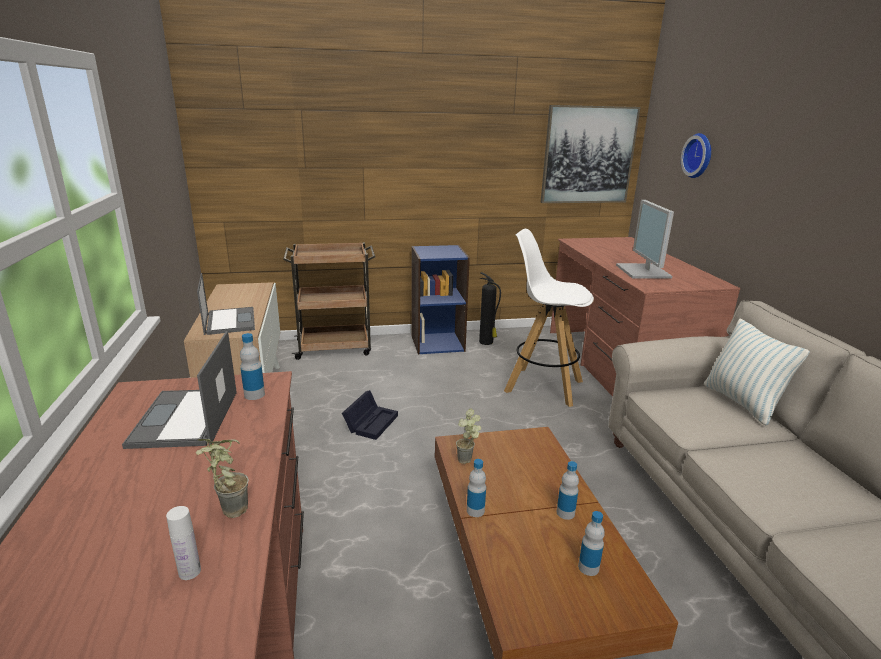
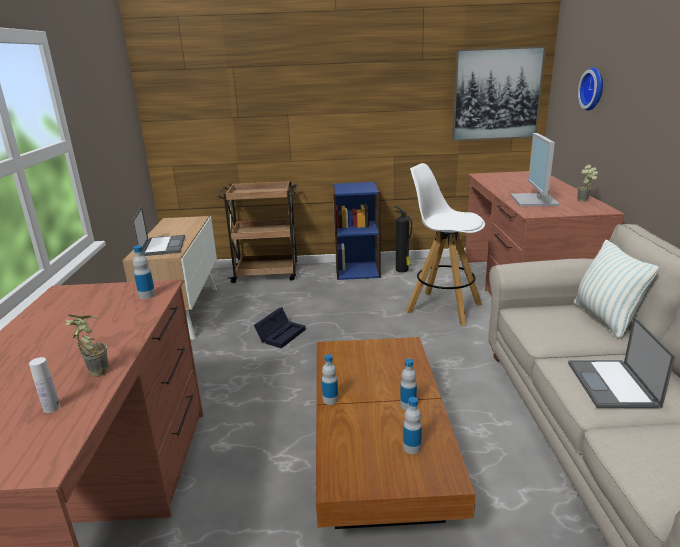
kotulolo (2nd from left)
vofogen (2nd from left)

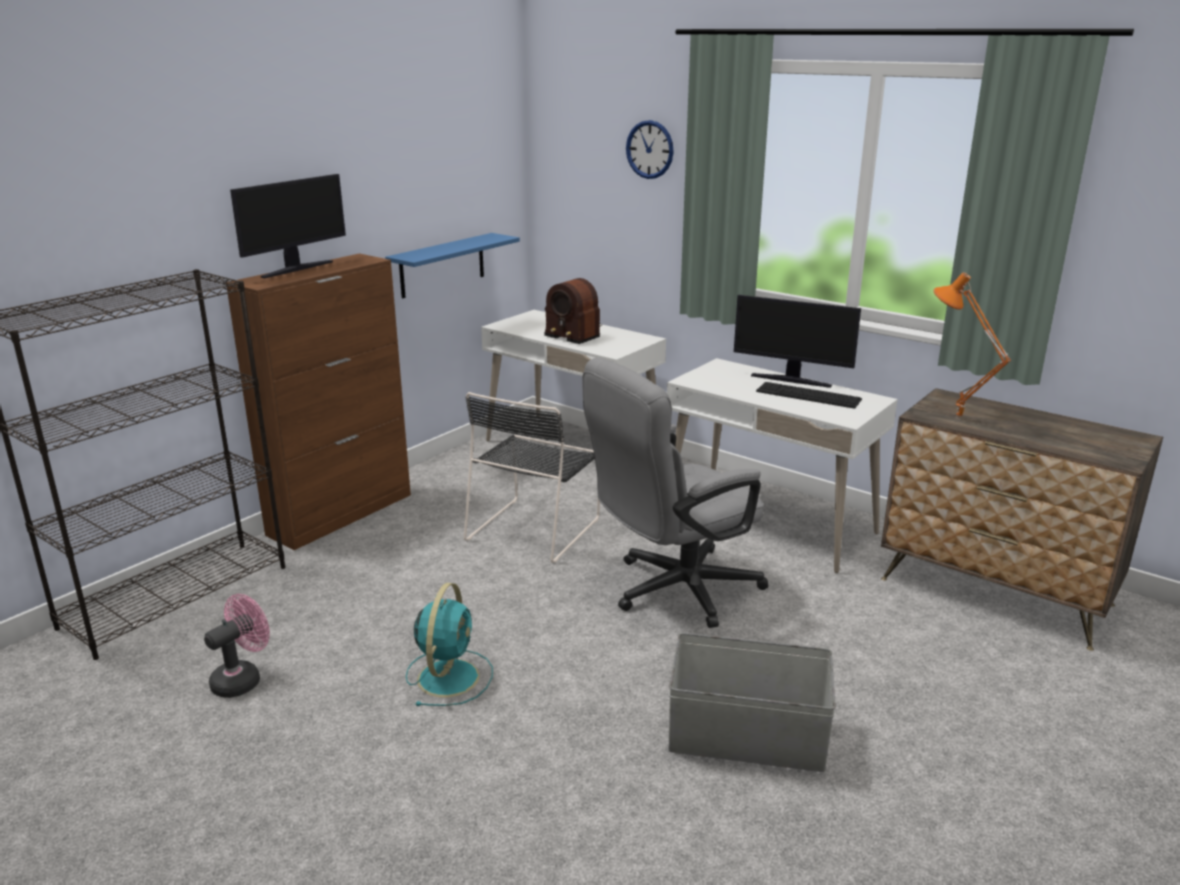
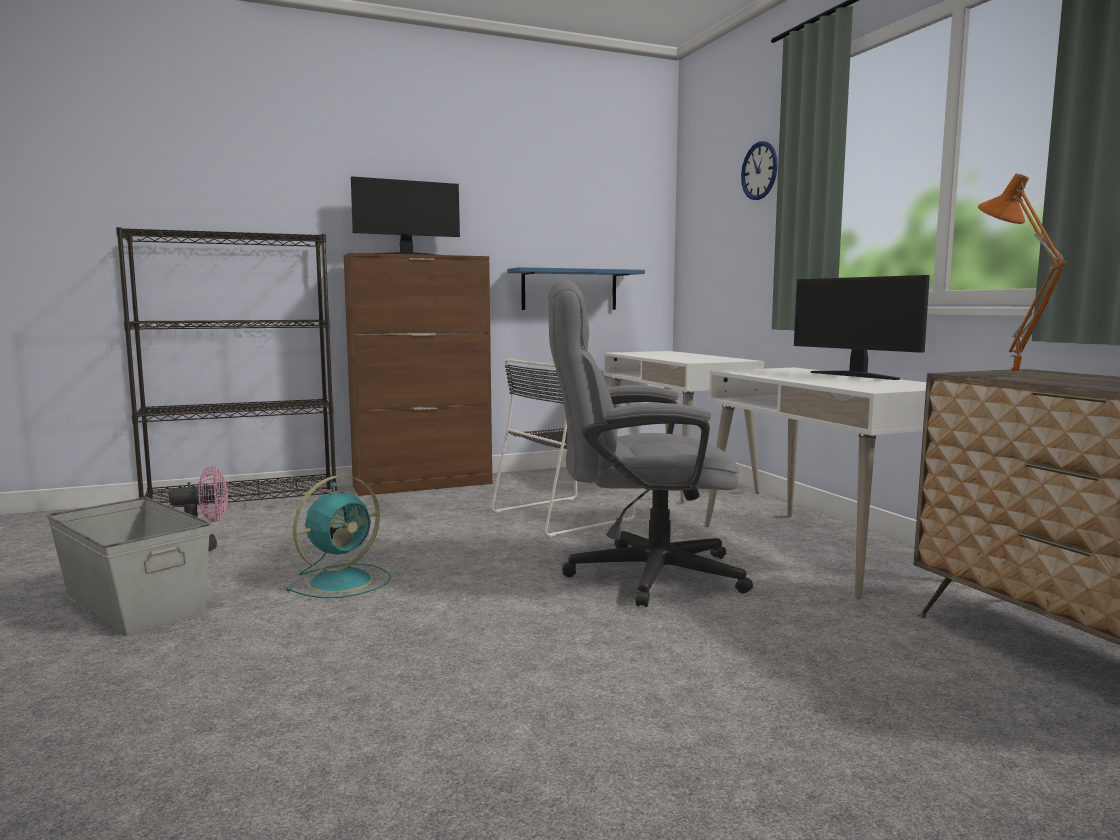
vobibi
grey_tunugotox
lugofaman

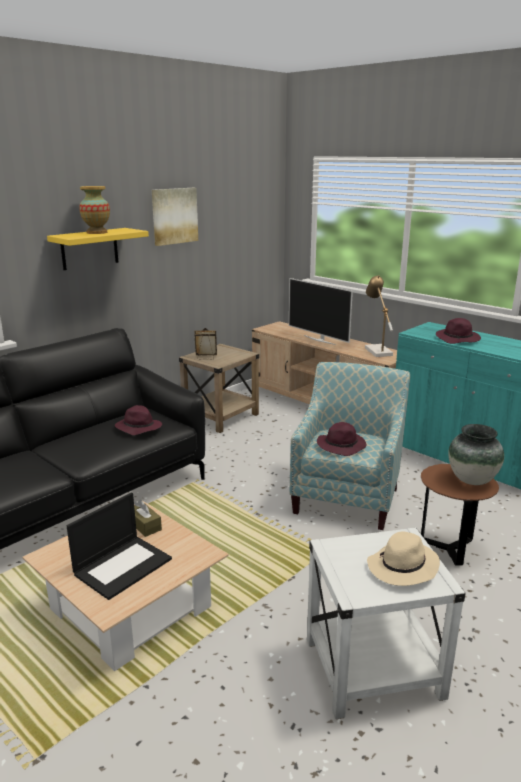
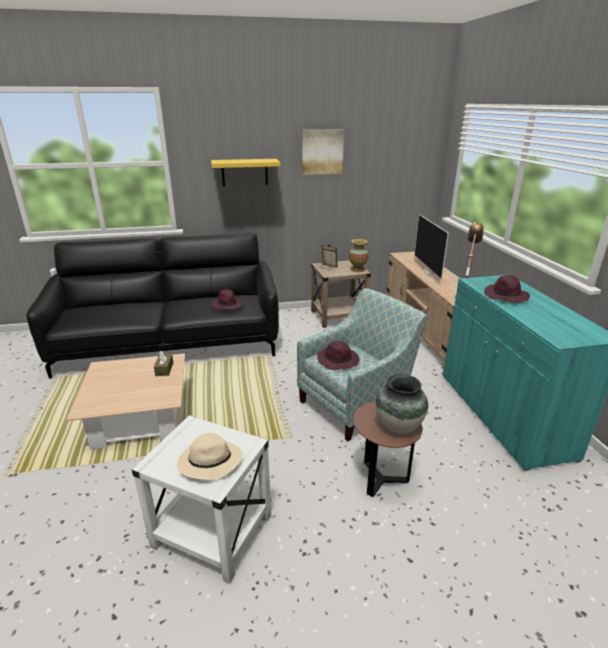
kotulolo
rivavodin (1st from left)

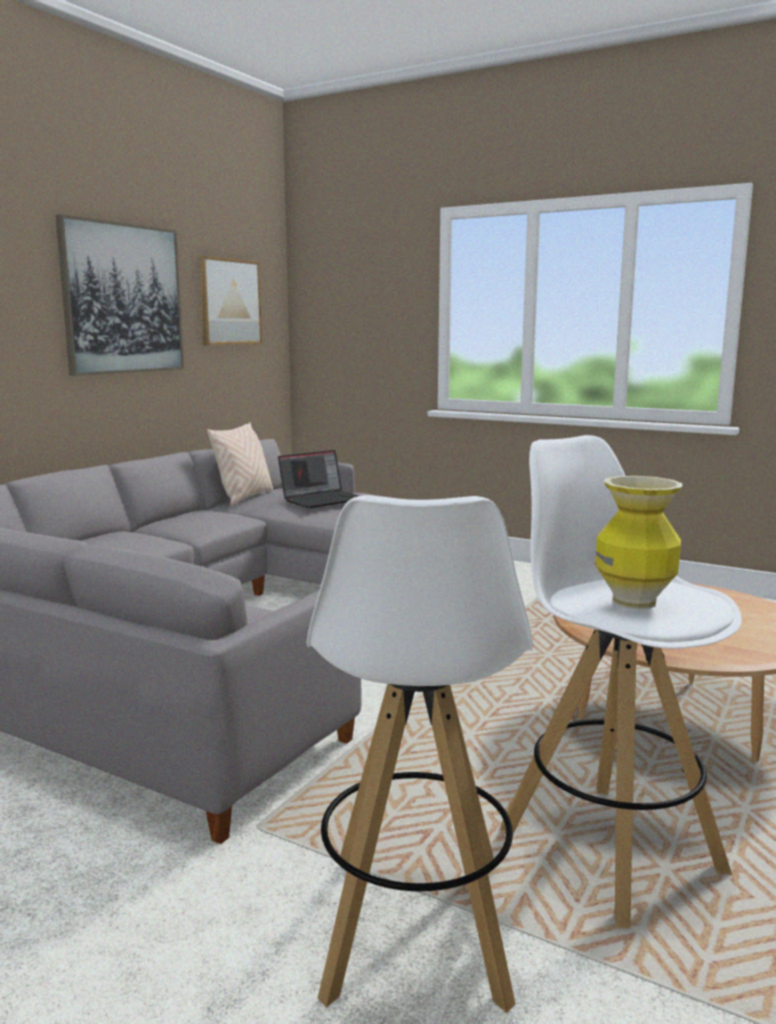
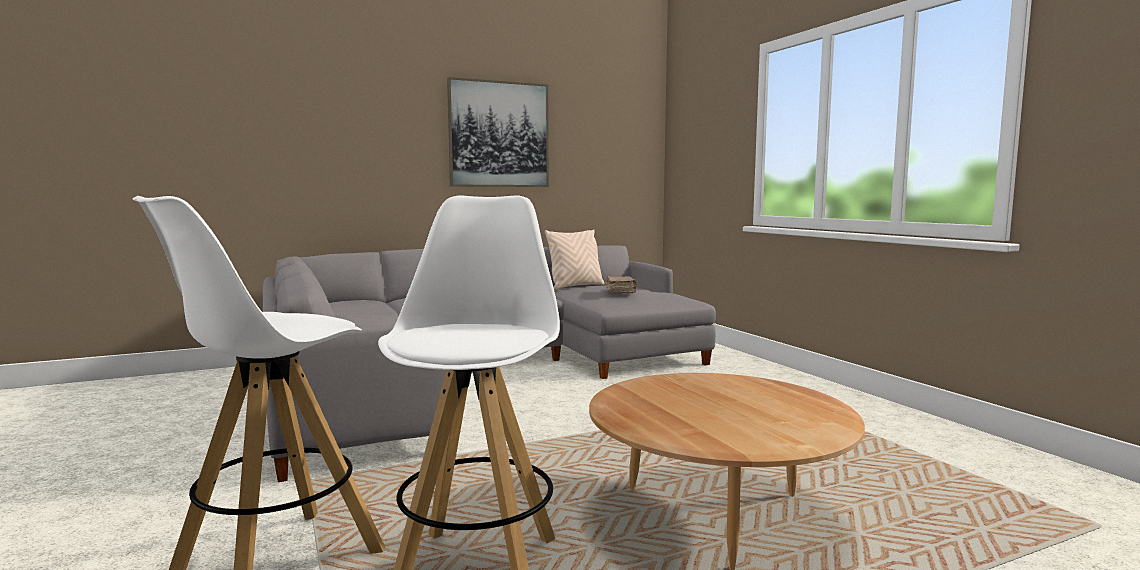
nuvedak (2nd from left in the first image)
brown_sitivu
rivavodin

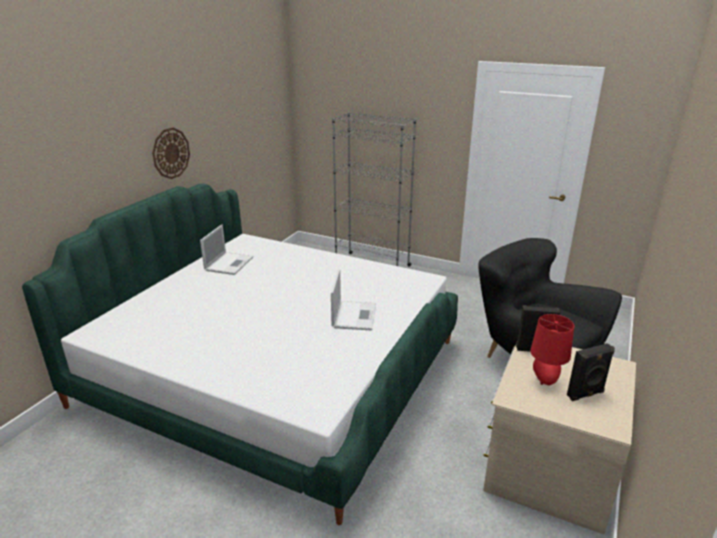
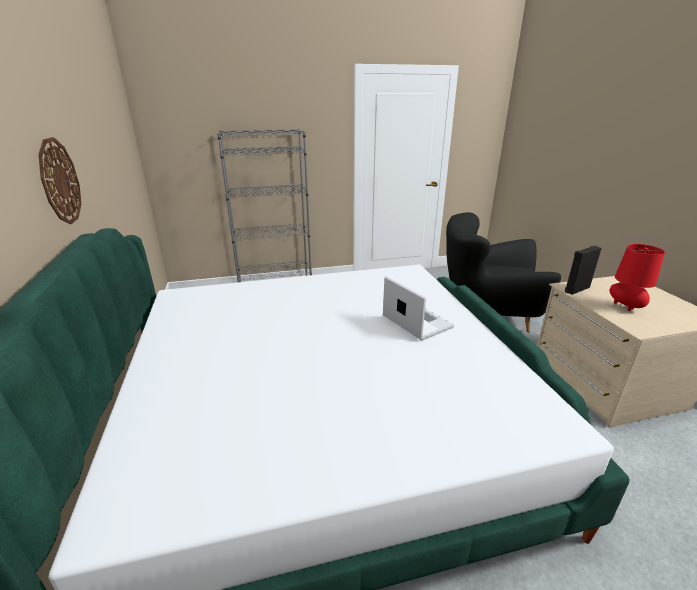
kotulolo (1st from left in the first image)
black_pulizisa (2nd from left in the first image)

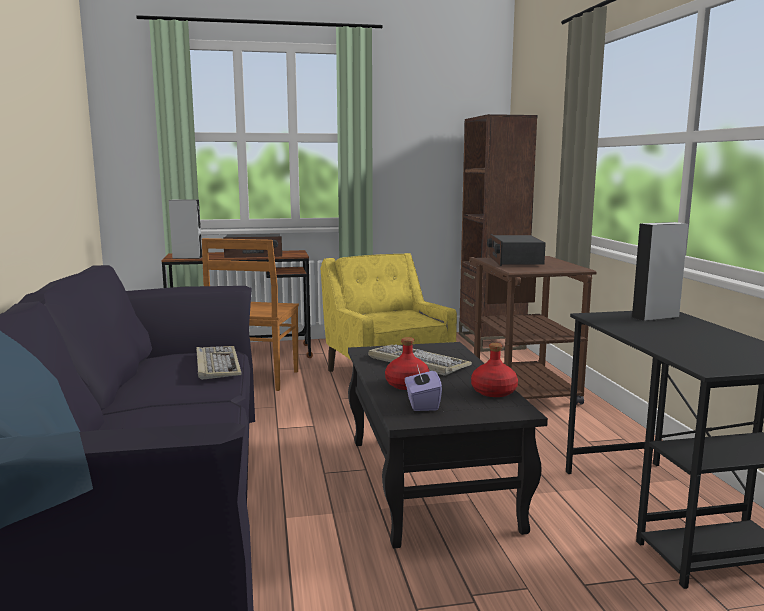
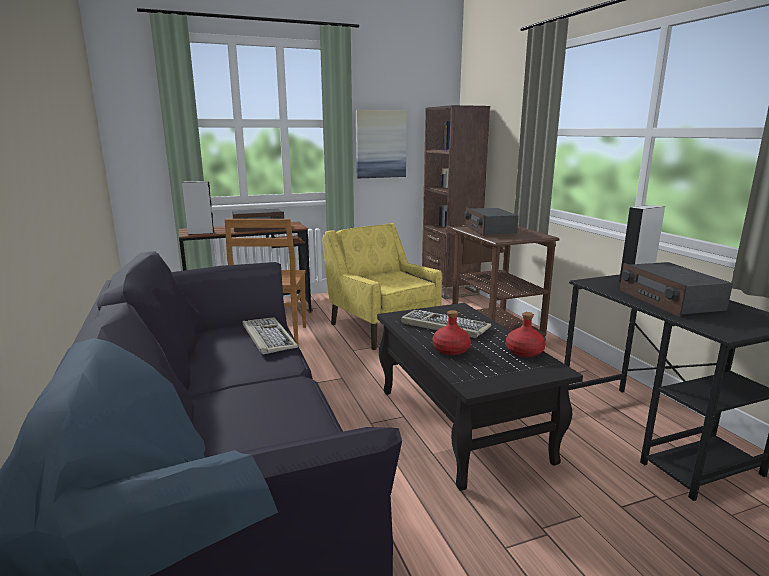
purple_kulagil
nuvedak
vobibi (3rd from left)

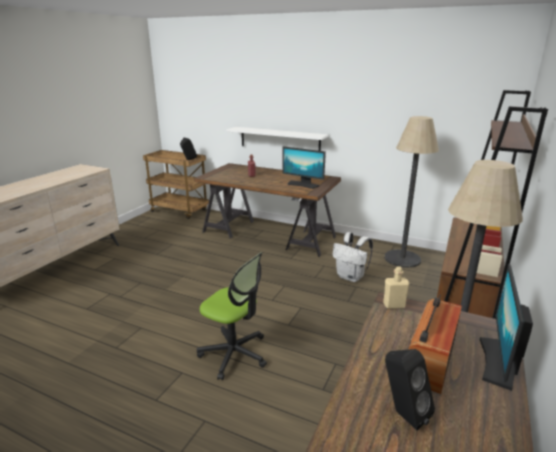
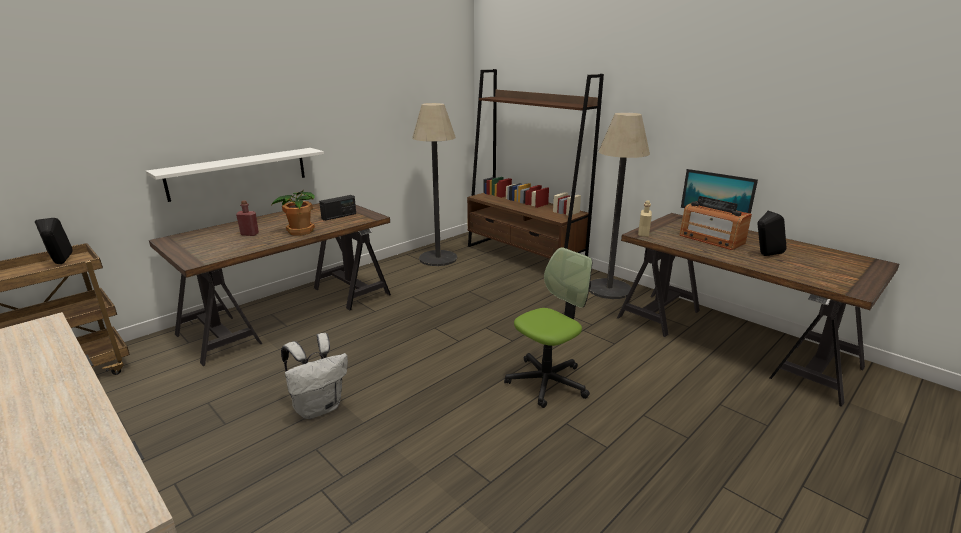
vobibi (1st from left)
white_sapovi
vofogen

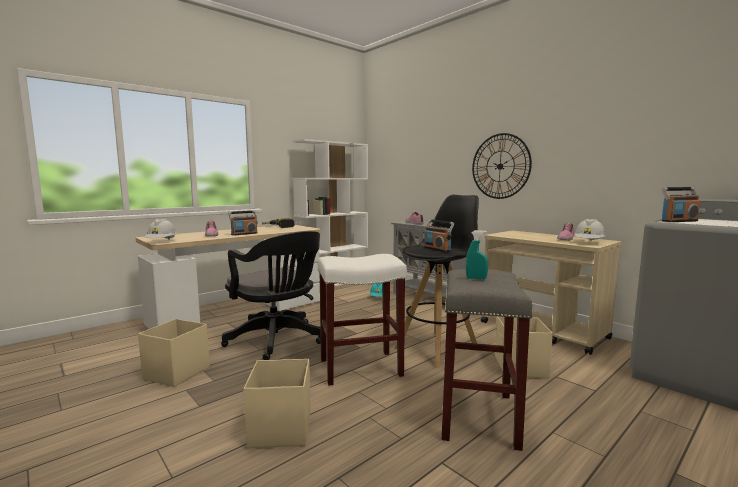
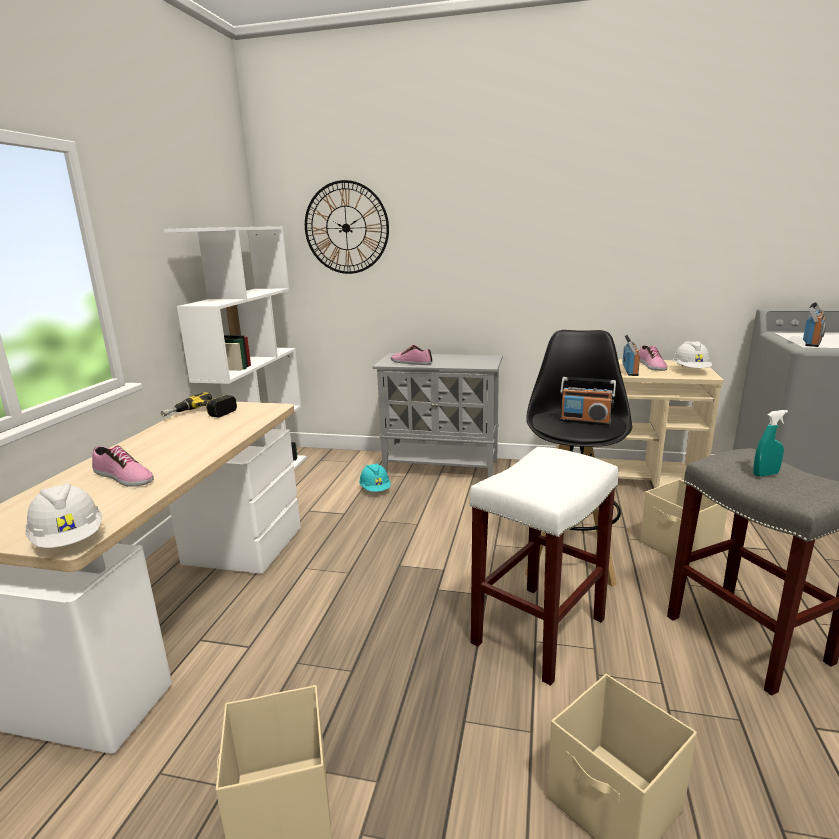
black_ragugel
vobibi (2nd from left)
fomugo

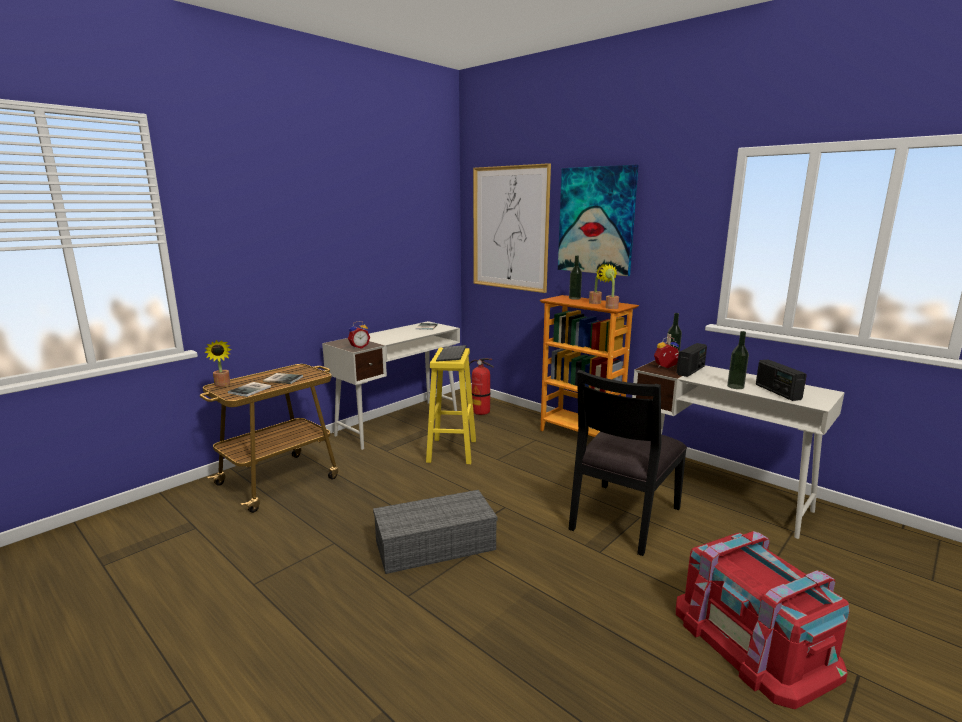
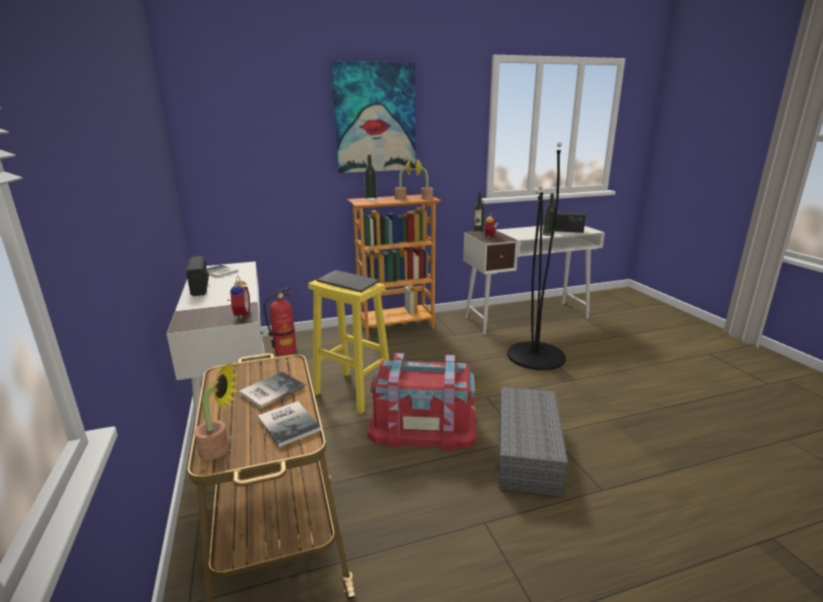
nuvedak (1st from left in the first image)
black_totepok
red_tunugotox
vobibi (1st from left)

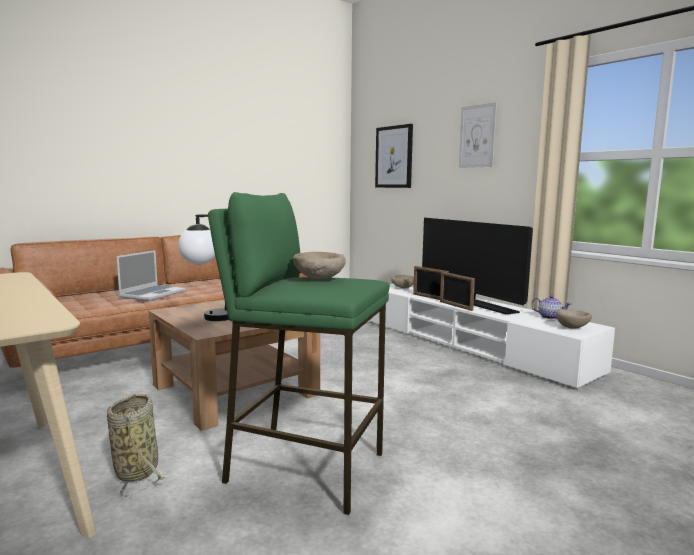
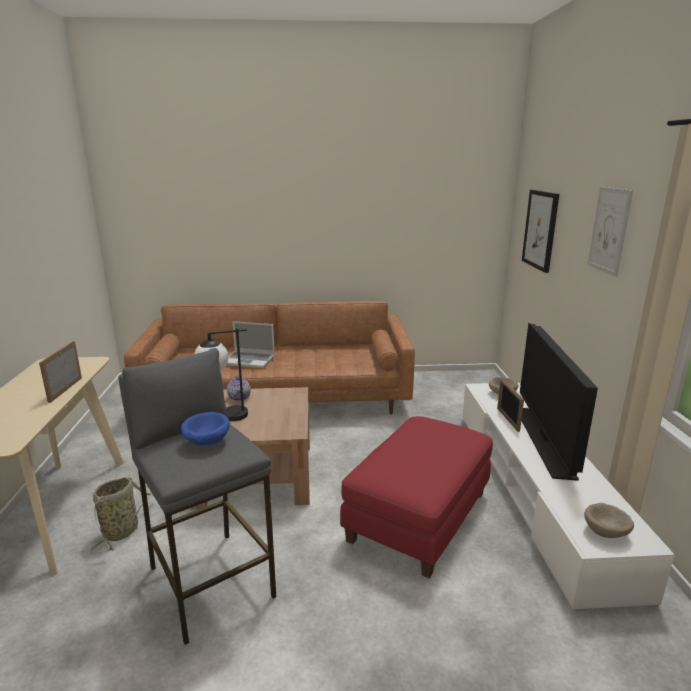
kotulolo
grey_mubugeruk
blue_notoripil
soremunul (1st from left)
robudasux
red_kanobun

